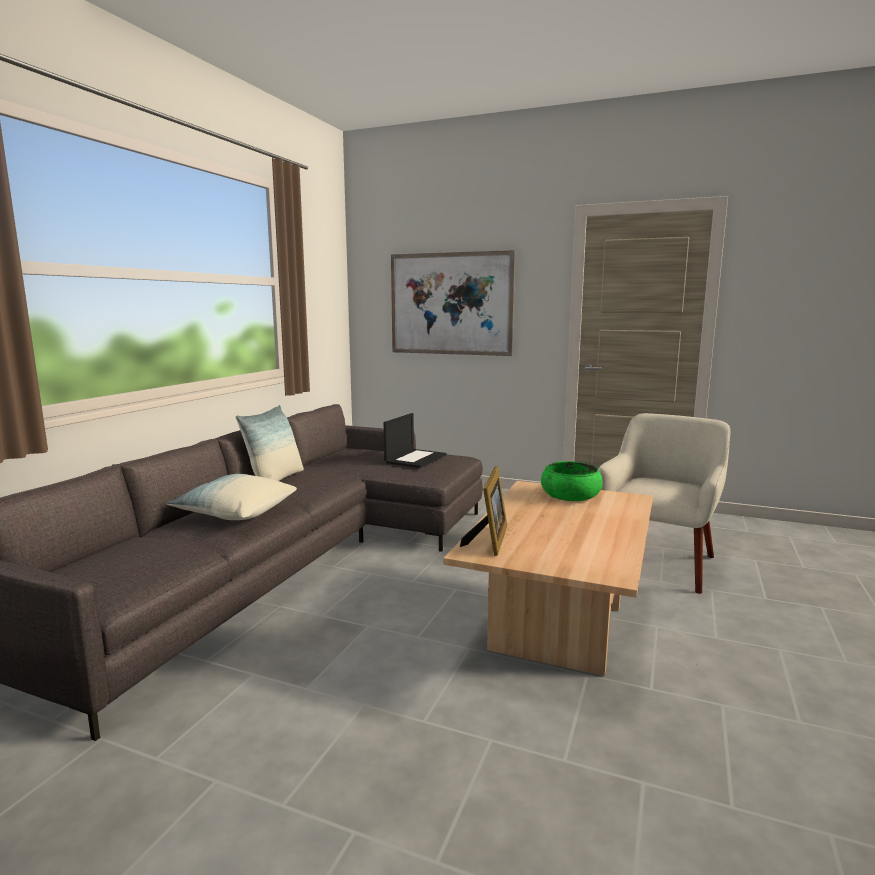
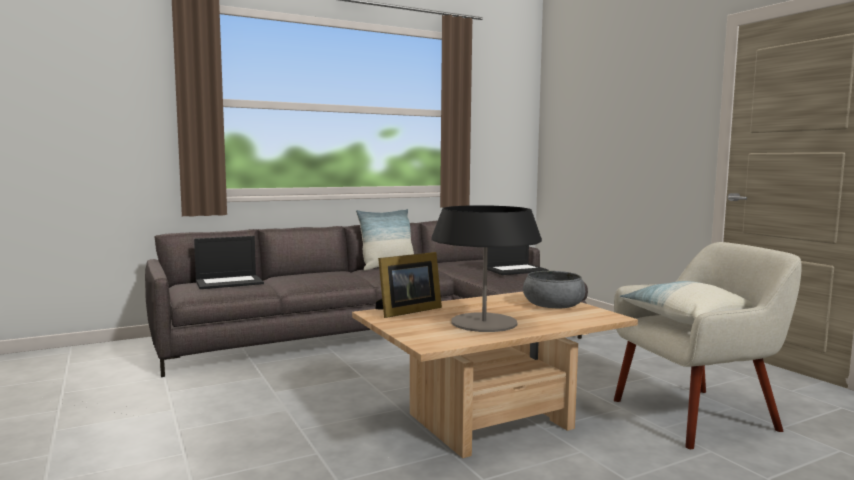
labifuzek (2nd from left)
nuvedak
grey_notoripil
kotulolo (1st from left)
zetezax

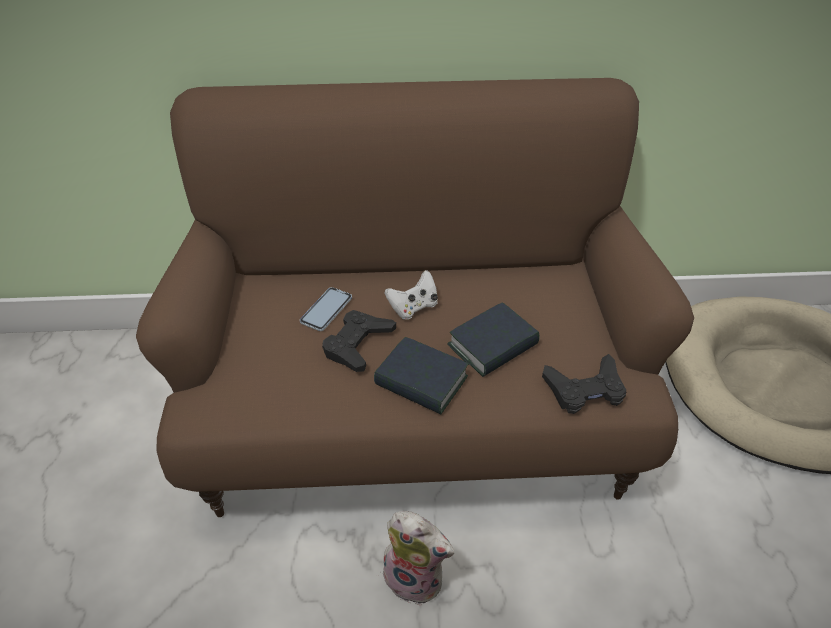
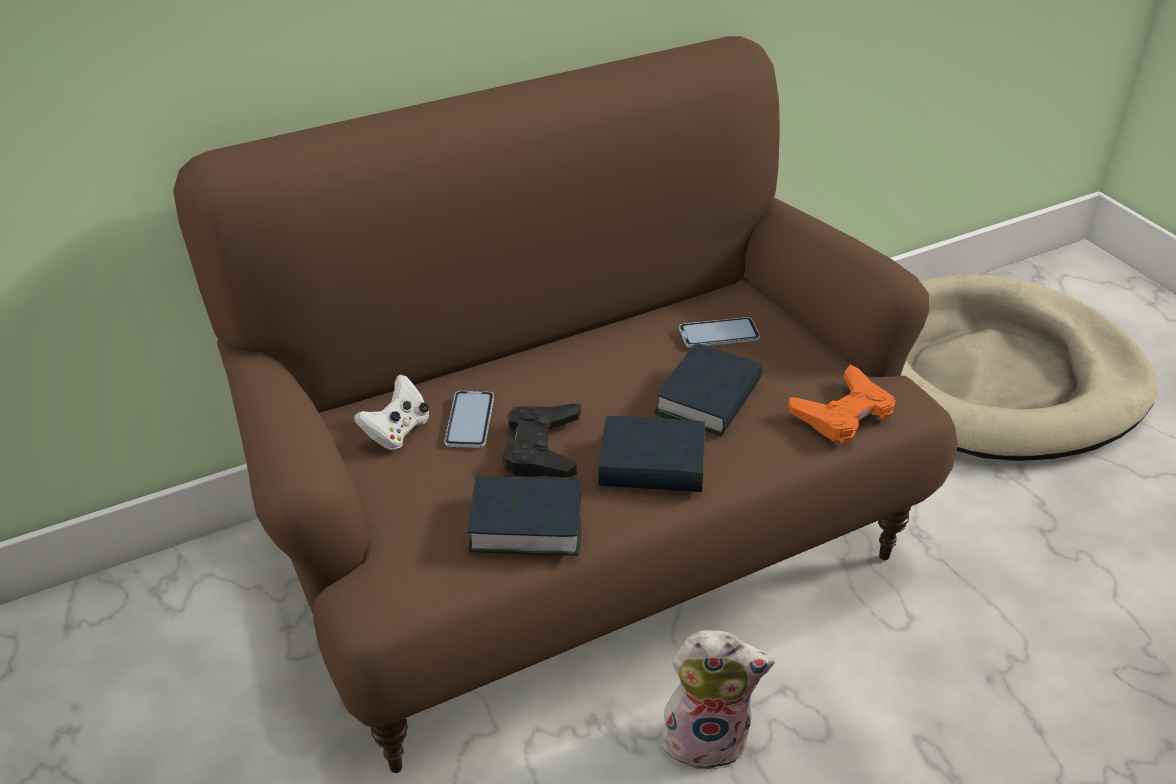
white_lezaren
orange_lezaren
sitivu (1st from left)
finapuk (2nd from left)

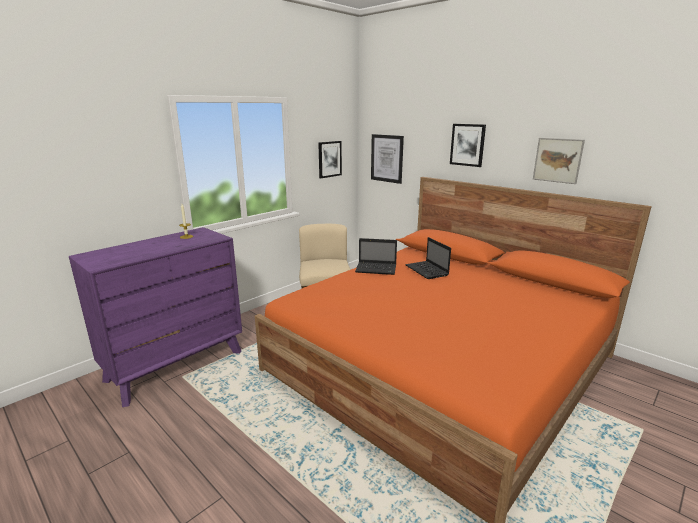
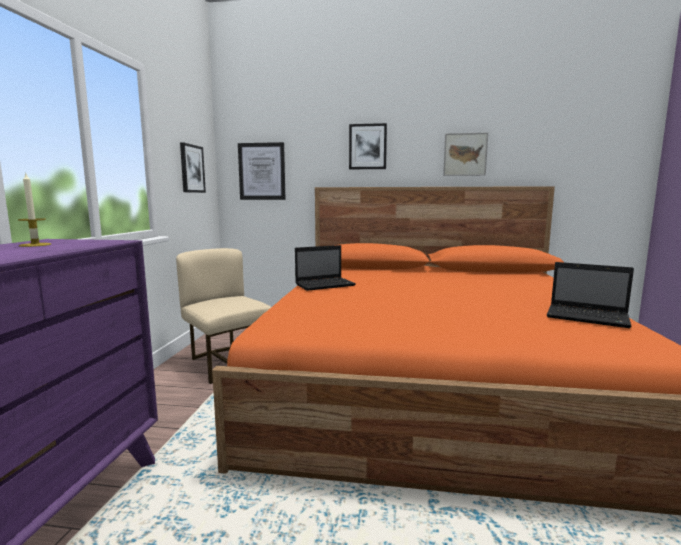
kotulolo (2nd from left)

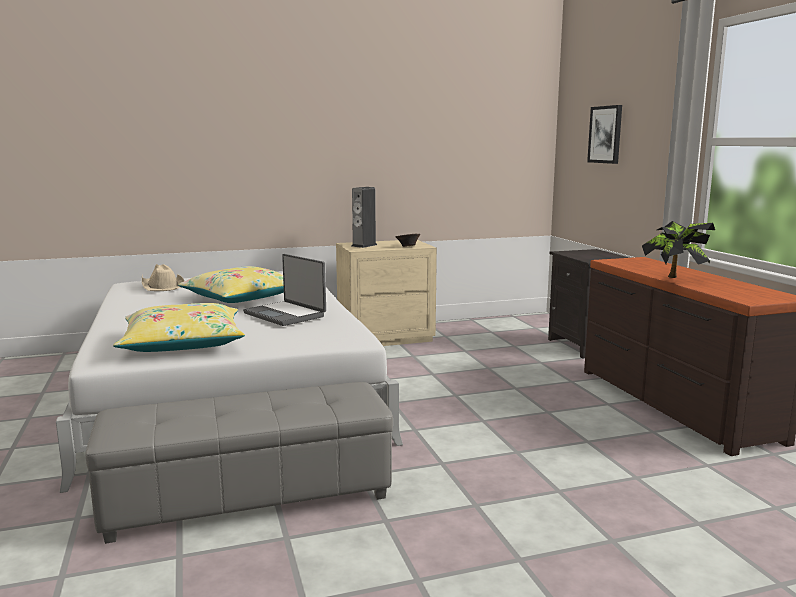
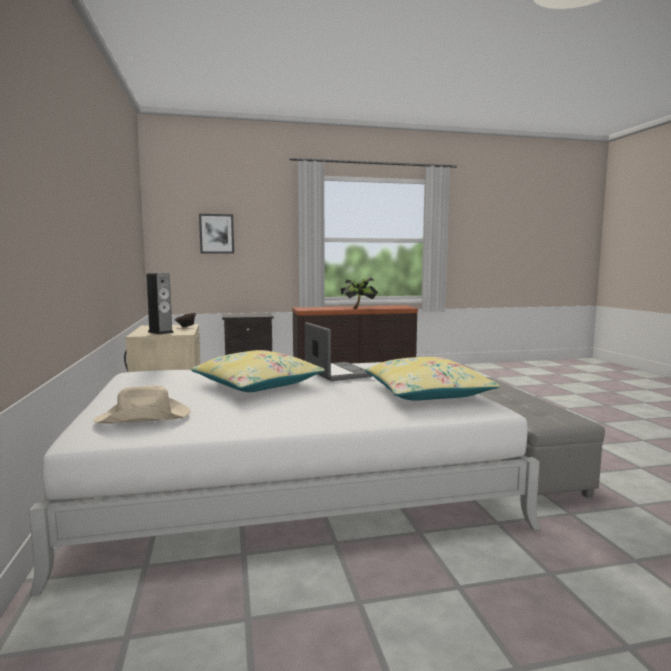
kotulolo

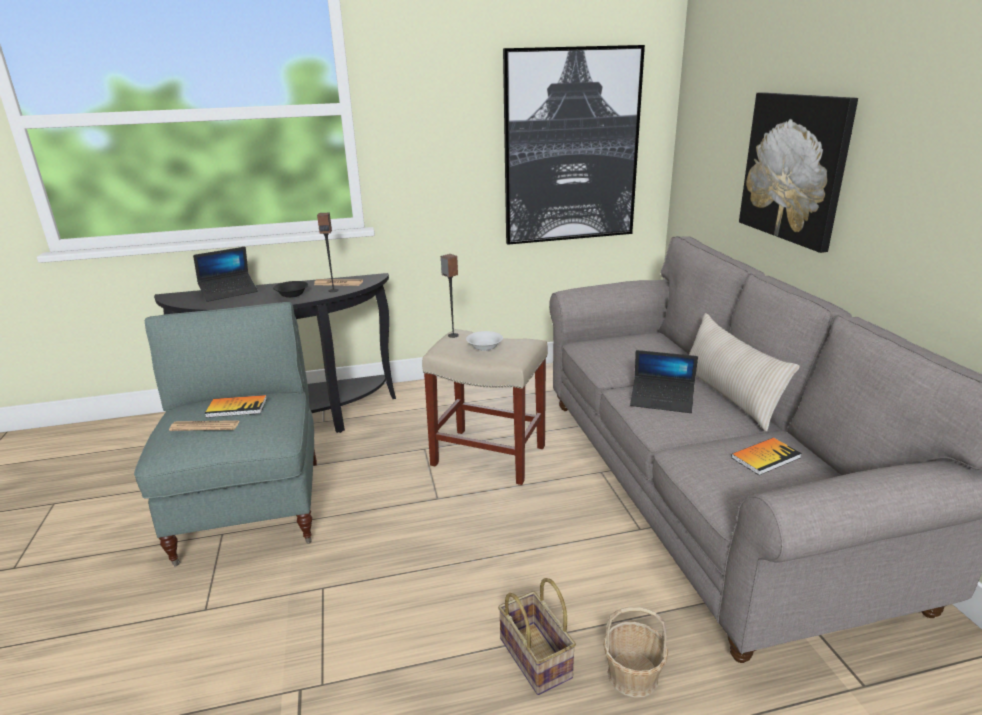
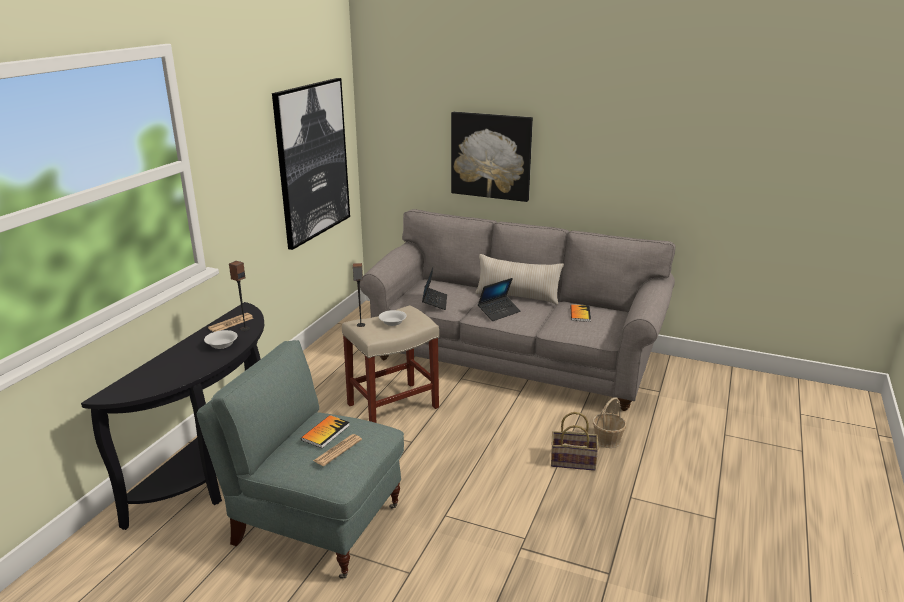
kotulolo (1st from left)
white_notoripil (1st from left)

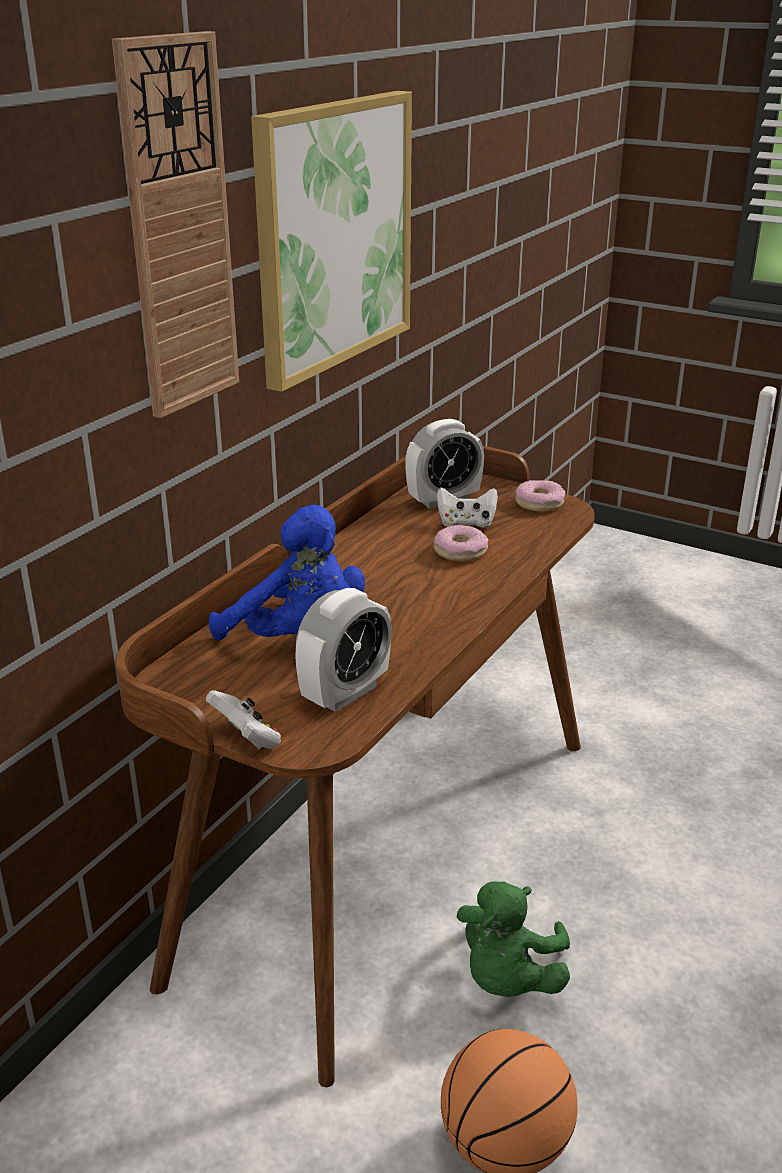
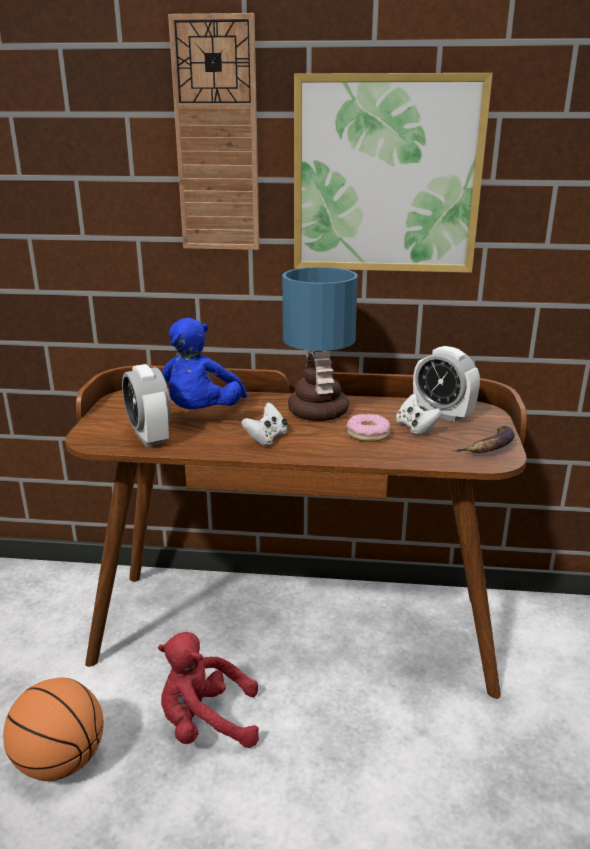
white_lezaren (1st from left)
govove (1st from left)
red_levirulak
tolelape
zetezax

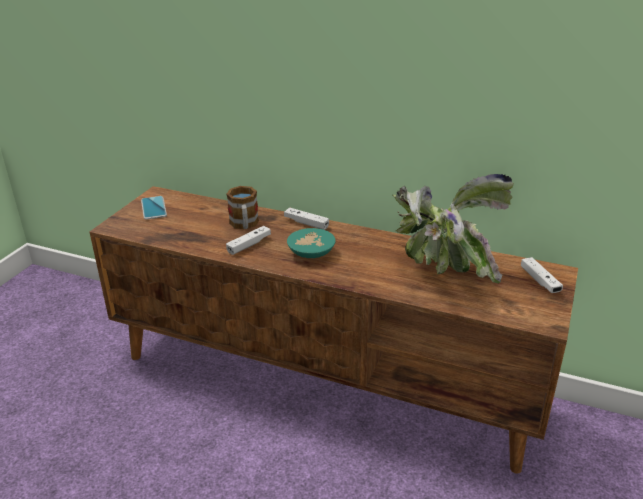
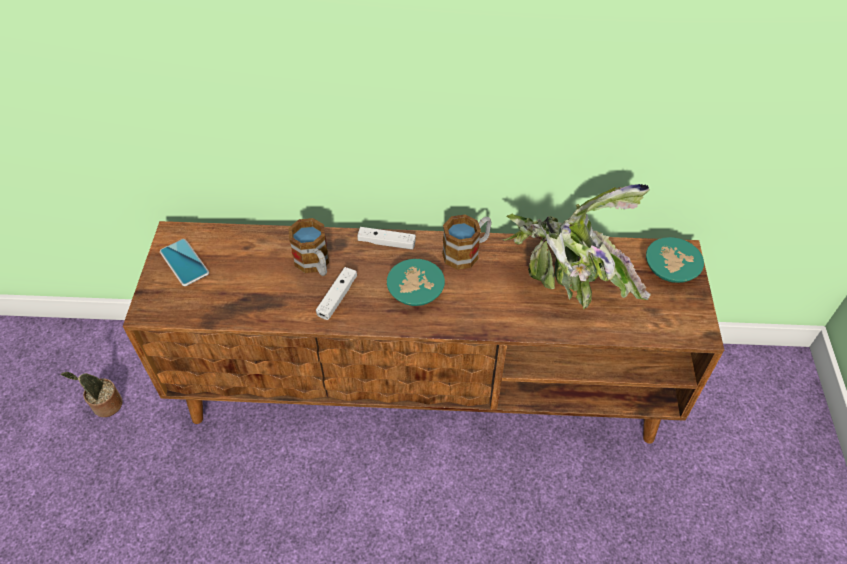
turquoise_notoripil (2nd from left)
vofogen (1st from left)
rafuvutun (2nd from left)

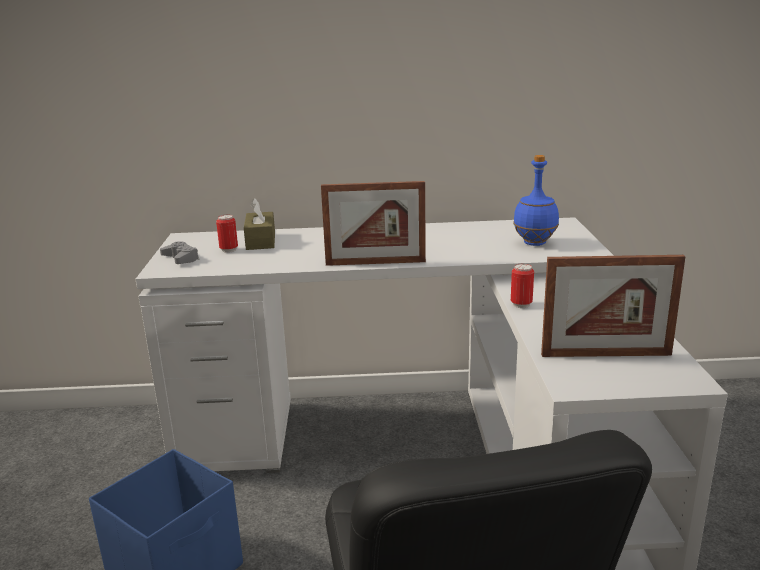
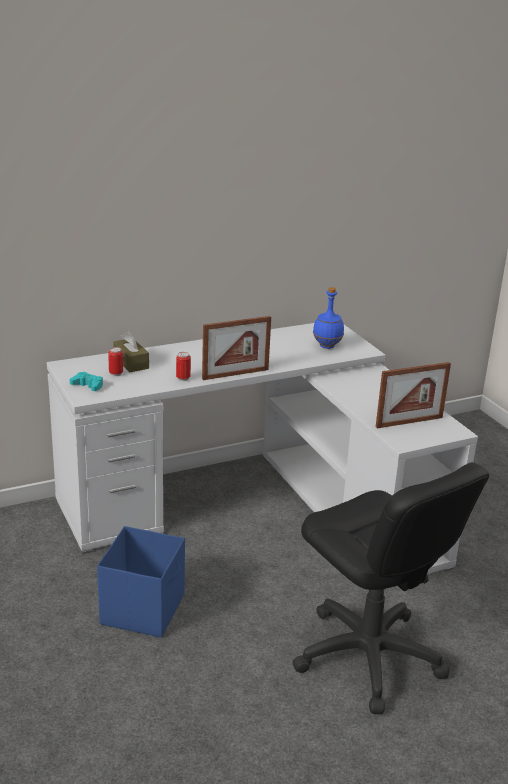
turquoise_lezaren
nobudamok (2nd from left)

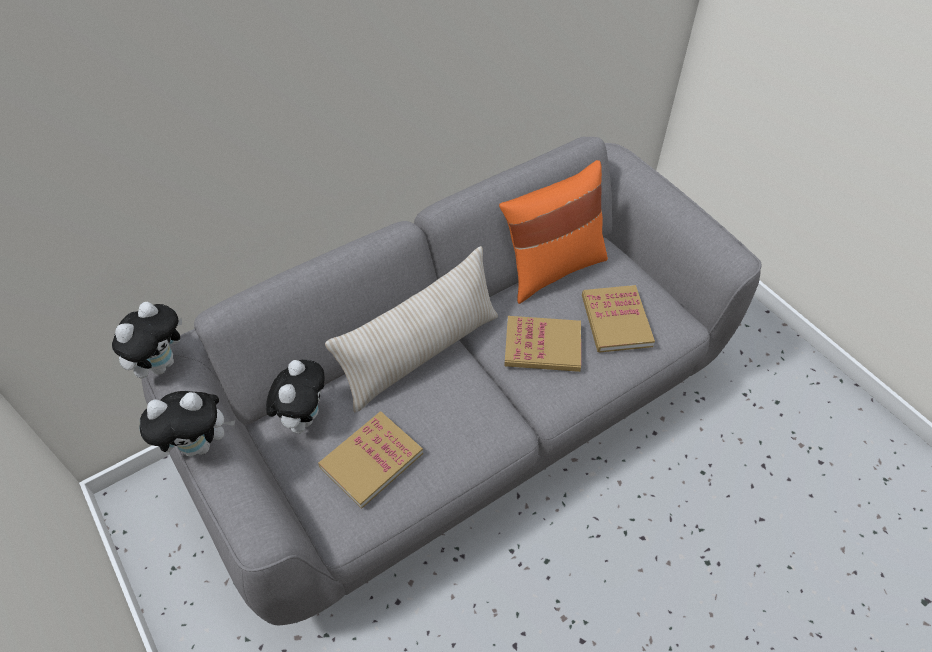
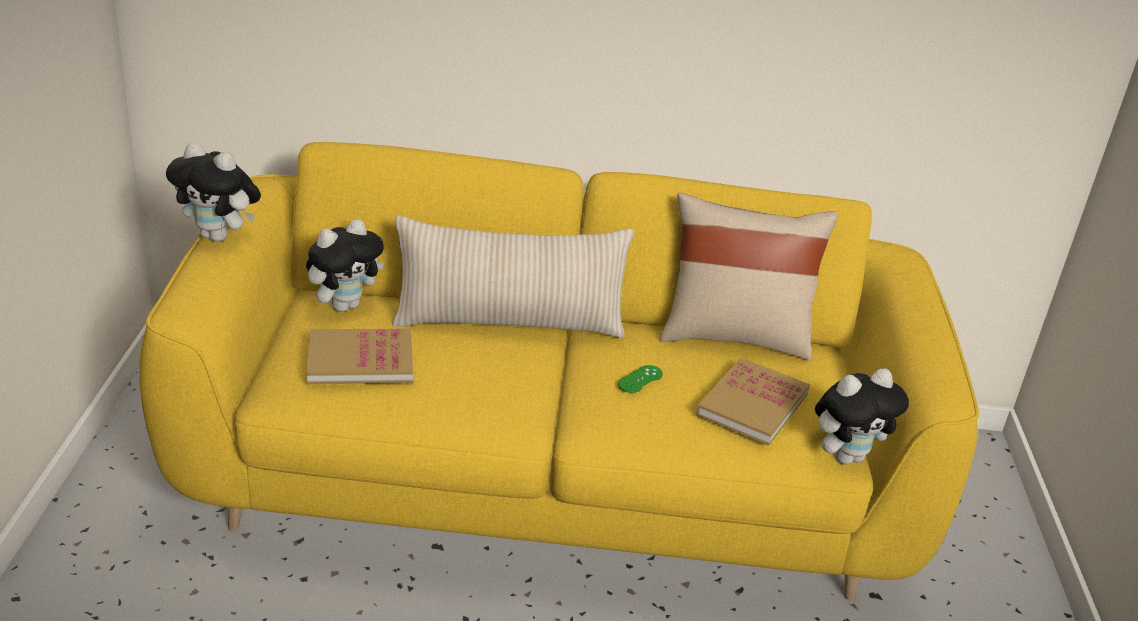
levirulak (3rd from left)
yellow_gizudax
beige_labifuzek (2nd from left)
green_lezaren

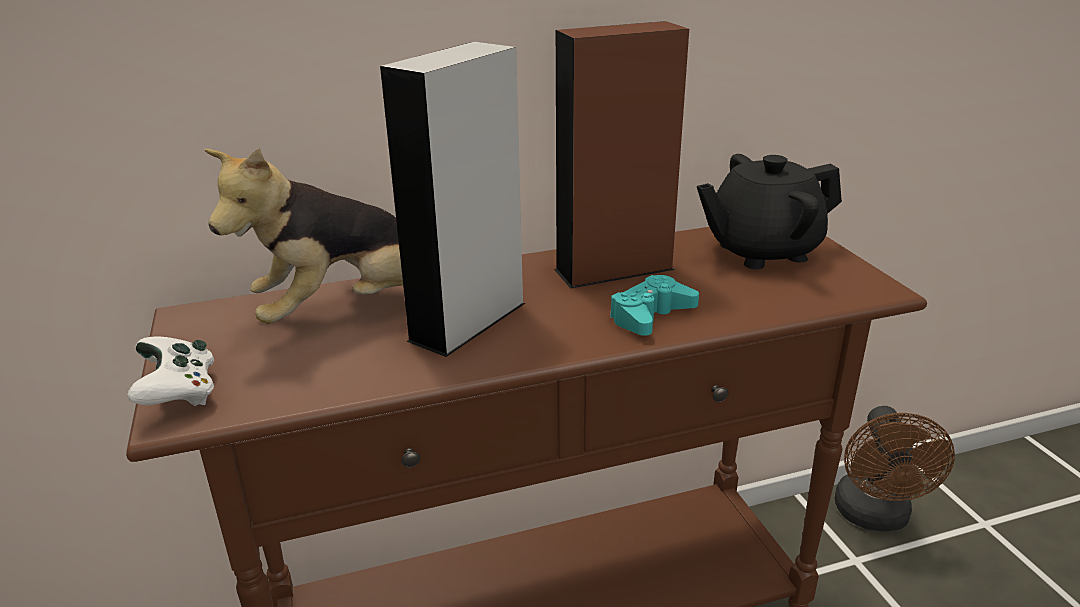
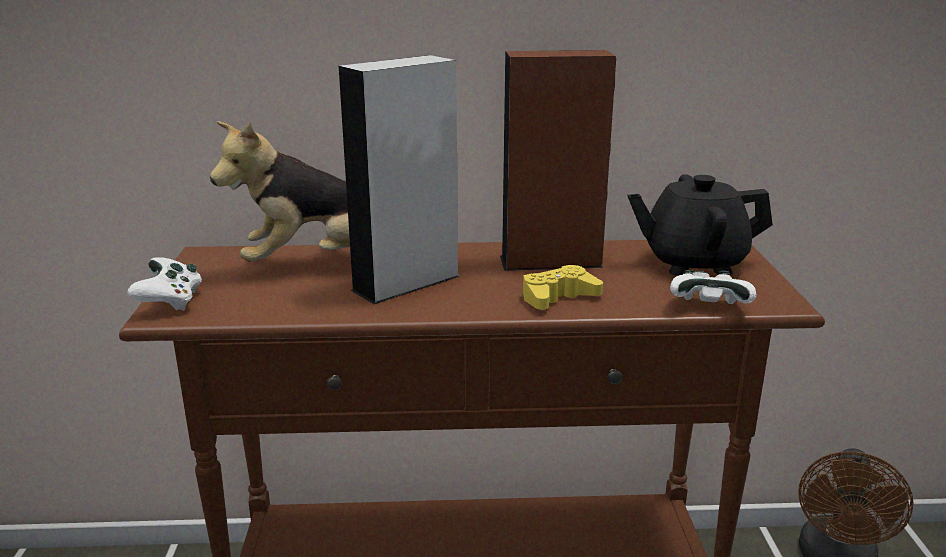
yellow_lezaren
white_lezaren (2nd from left)

